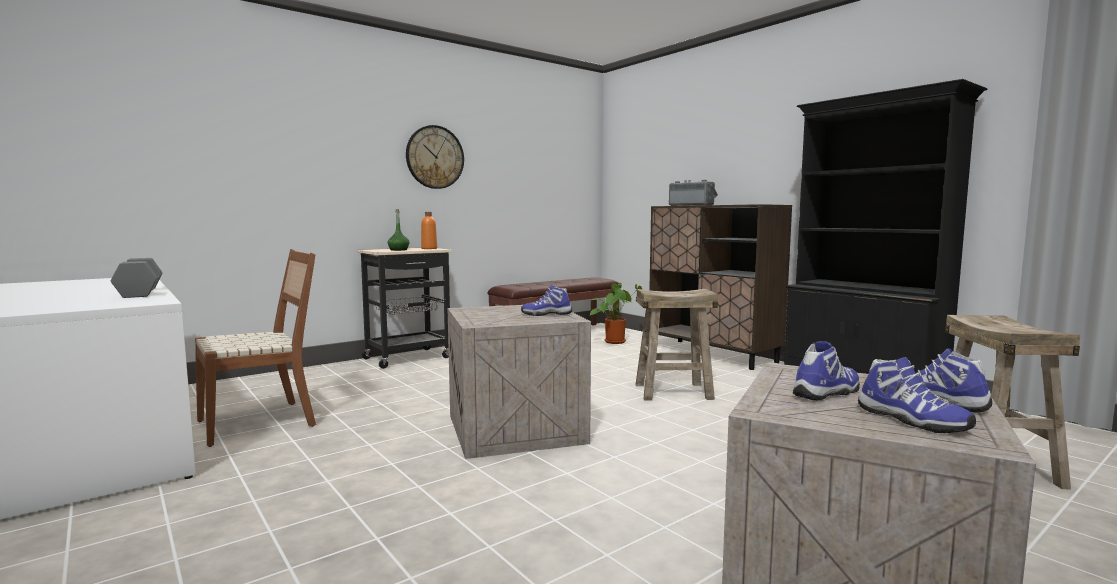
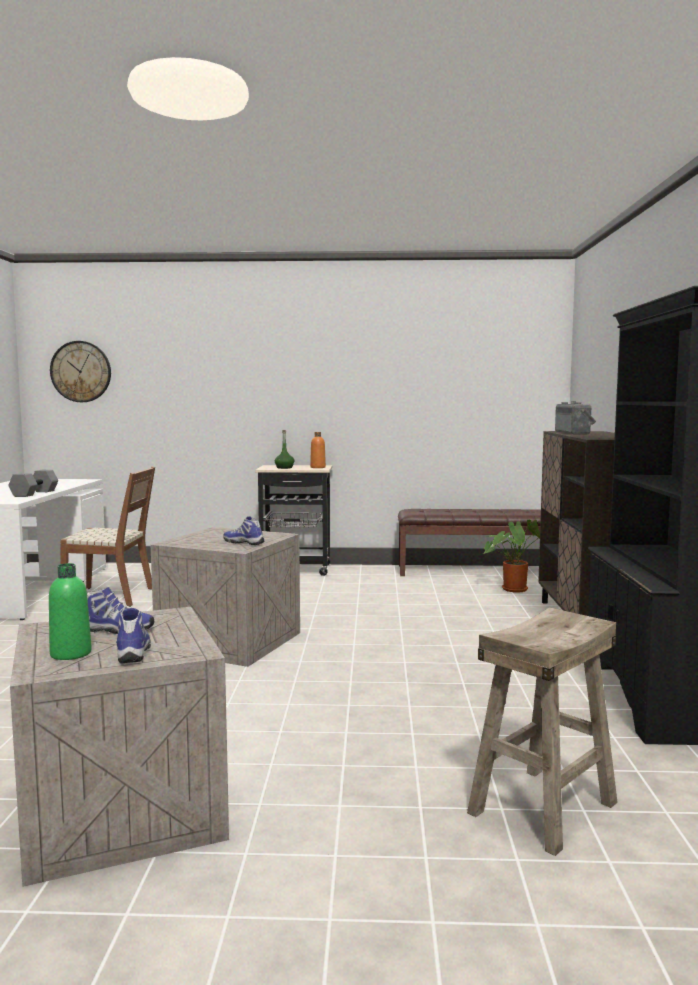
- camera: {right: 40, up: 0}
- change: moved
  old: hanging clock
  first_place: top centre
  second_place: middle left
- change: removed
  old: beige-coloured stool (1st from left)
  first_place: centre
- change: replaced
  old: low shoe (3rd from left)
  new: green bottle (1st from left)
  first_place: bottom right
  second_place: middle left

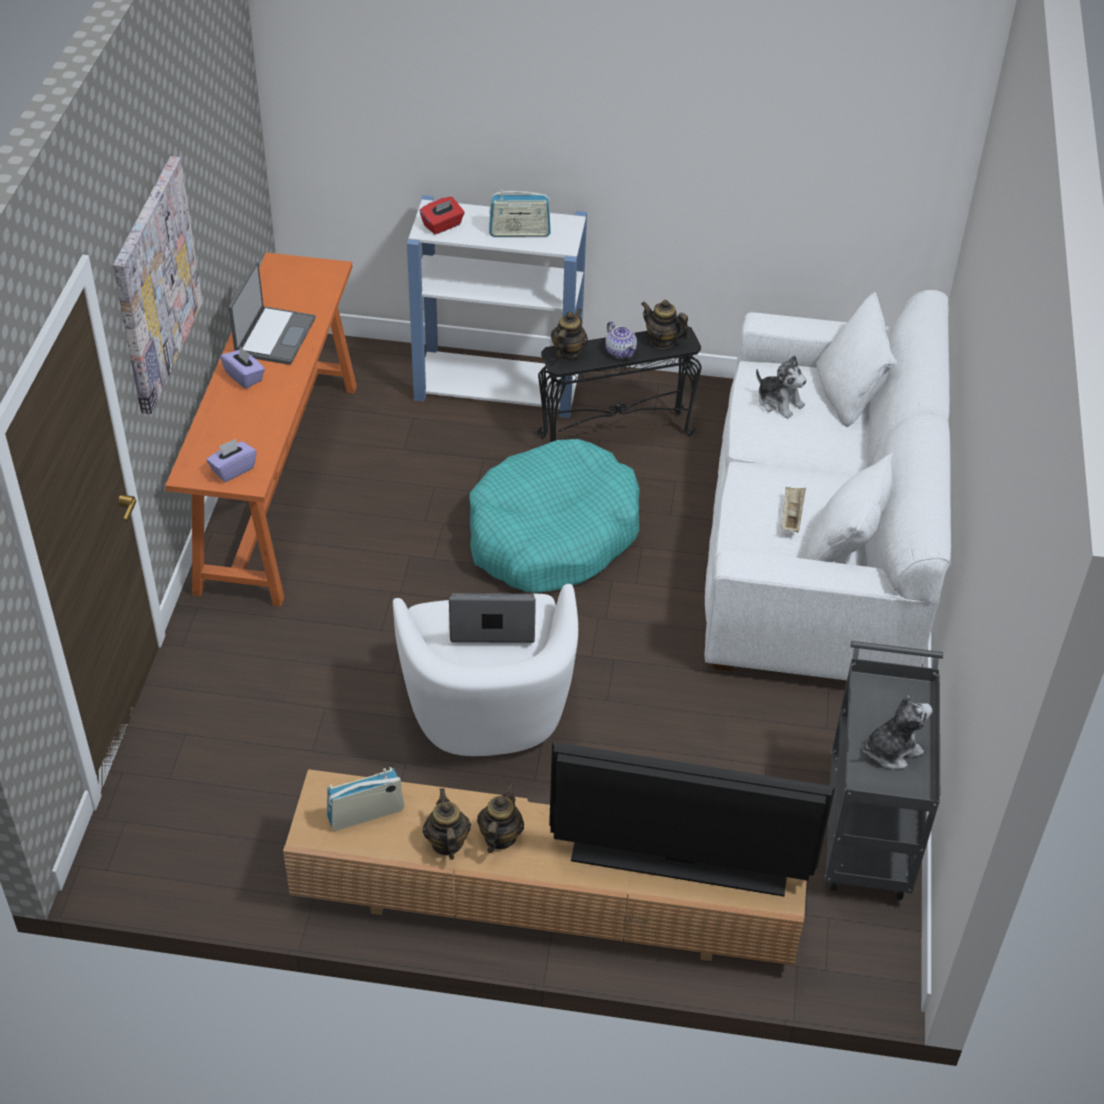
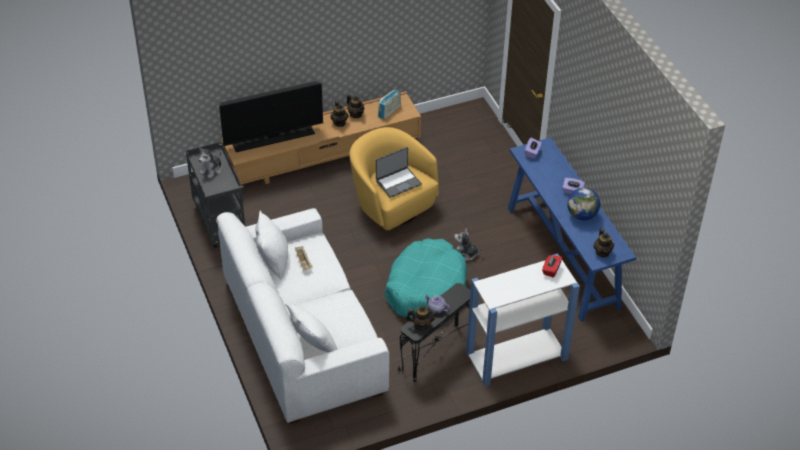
- camera: {right: 150, up: 0}
- change: removed
  old: picture
  first_place: top left
- change: removed
  old: radio receiver (2nd from left)
  first_place: top centre
- change: recoloured
  old: orange narrow table
  new: blue narrow table
  first_place: middle left
  second_place: middle right
- change: replaced
  old: notebook computer (1st from left)
  new: desk globe
  first_place: top left
  second_place: middle right
- change: moved
  old: pot for tea (3rd from left in the first image)
  new: pot for tea (5th from left)
  first_place: top centre
  second_place: middle right
- change: moved
  old: soft toy (1st from left in the first image)
  new: soft toy (2nd from left)
  first_place: middle right
  second_place: centre
- change: recoloured
  old: whitish easy chair
  new: yellowish easy chair
  first_place: centre
  second_place: centre

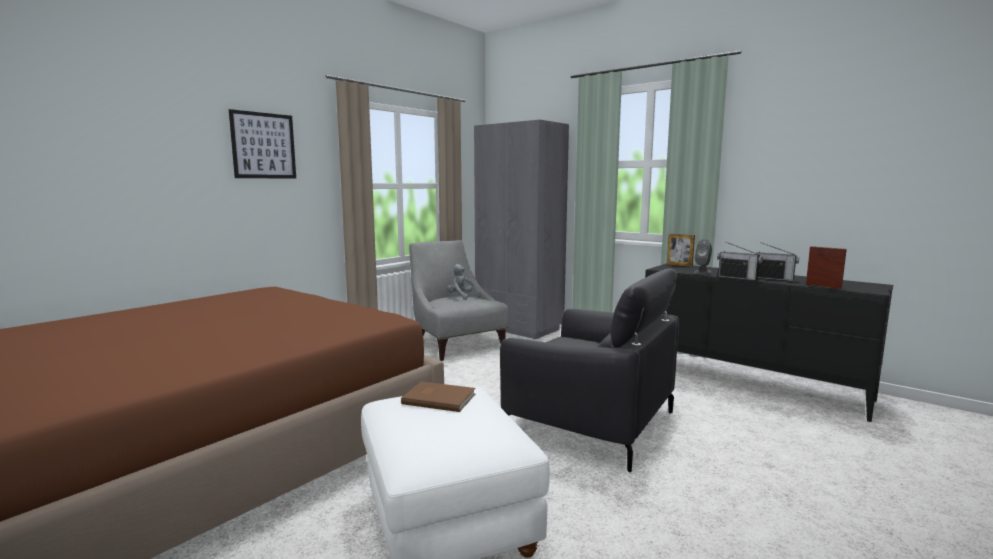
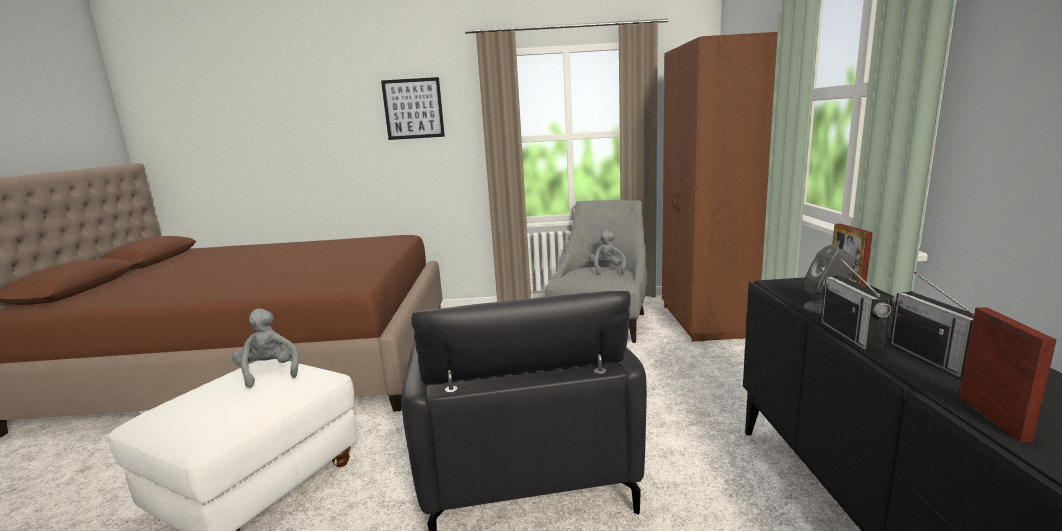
- camera: {right: 50, up: 5}
- change: recoloured
  old: greyish clothes cupboard
  new: brown-coloured clothes cupboard
  first_place: centre
  second_place: middle right
- change: replaced
  old: brown-coloured book
  new: greyish soft toy (1st from left)
  first_place: bottom centre
  second_place: middle left

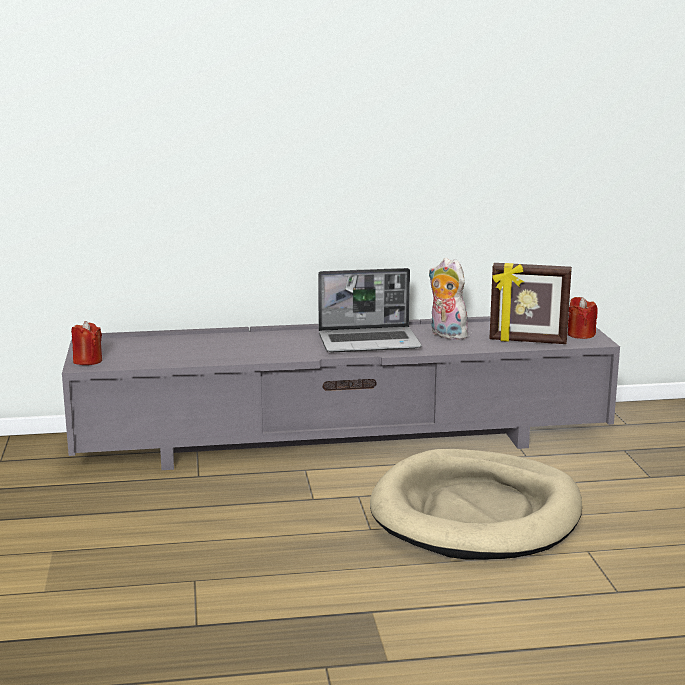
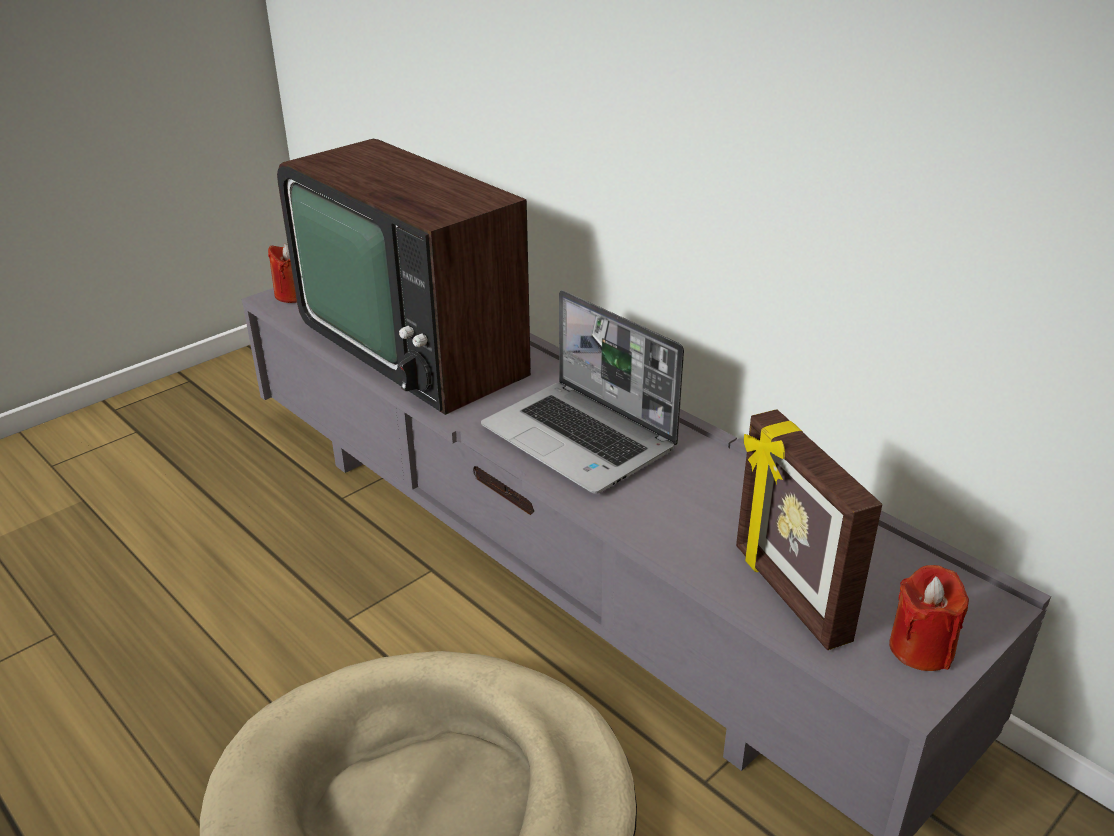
- camera: {right: 55, up: 15}
- change: removed
  old: soft toy
  first_place: centre
- change: added
  new: TV
  second_place: top centre

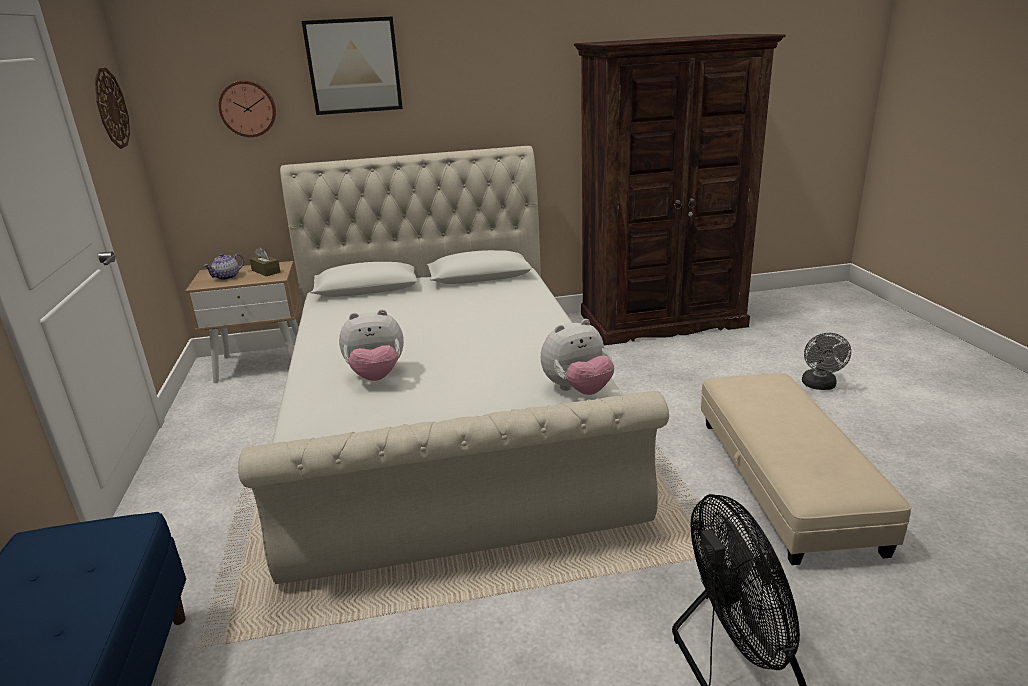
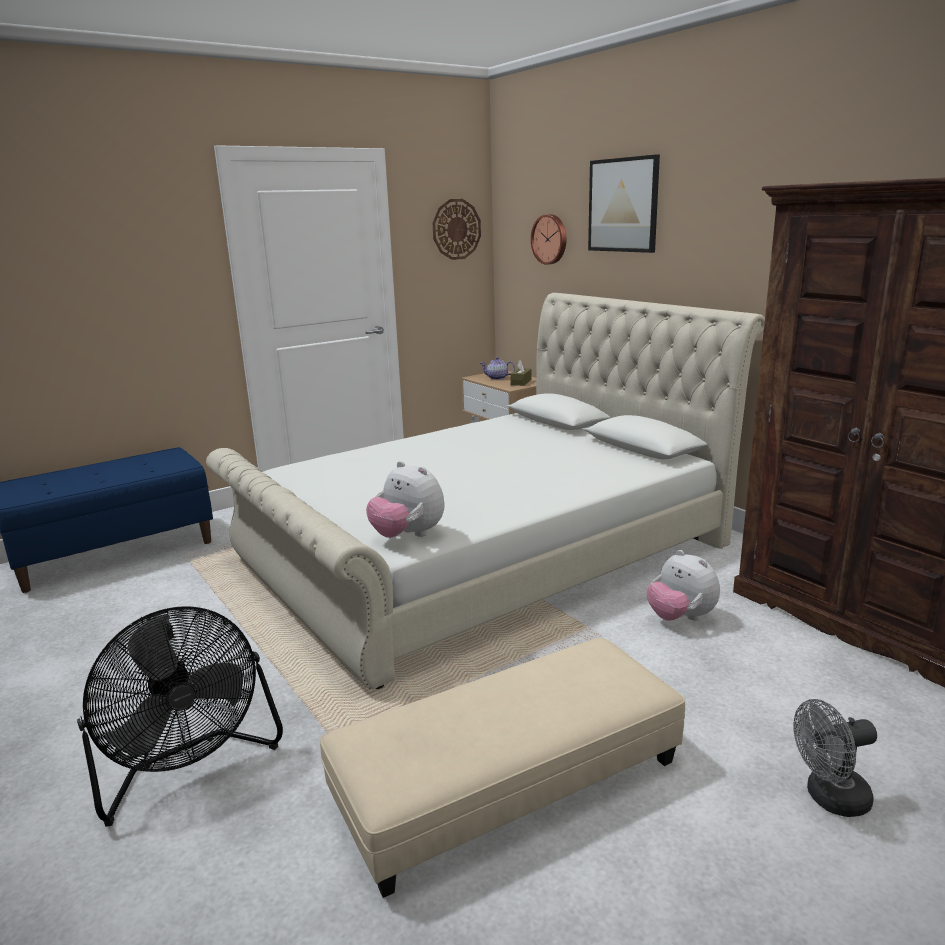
- camera: {right: 65, up: -5}
- change: moved
  old: soft toy (1st from left in the first image)
  new: soft toy (2nd from left)
  first_place: centre
  second_place: middle right

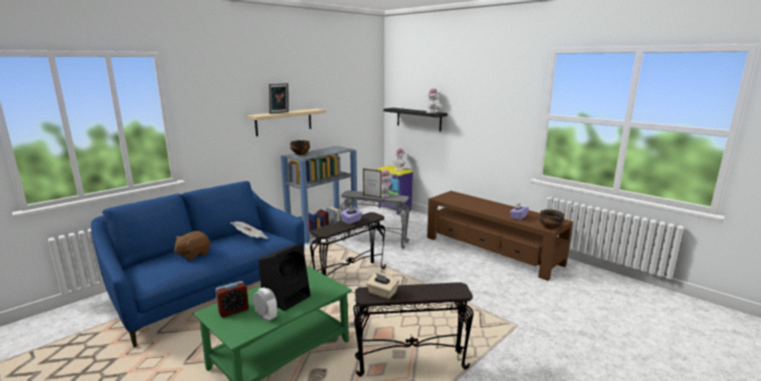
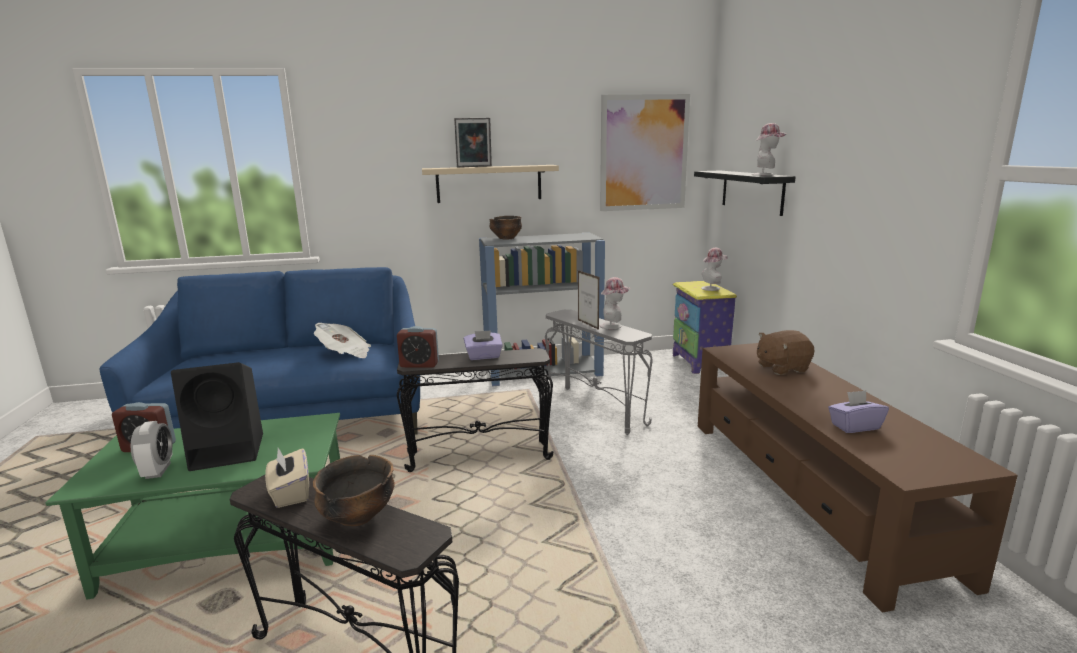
- camera: {right: 35, up: 0}
- change: moved
  old: deep dish (2nd from left in the first image)
  new: deep dish (1st from left)
  first_place: middle right
  second_place: bottom left
- change: moved
  old: brown-coloured soft toy
  first_place: middle left
  second_place: middle right
- change: added
  new: picture
  second_place: top centre
- change: added
  new: bedside clock (3rd from left)
  second_place: centre

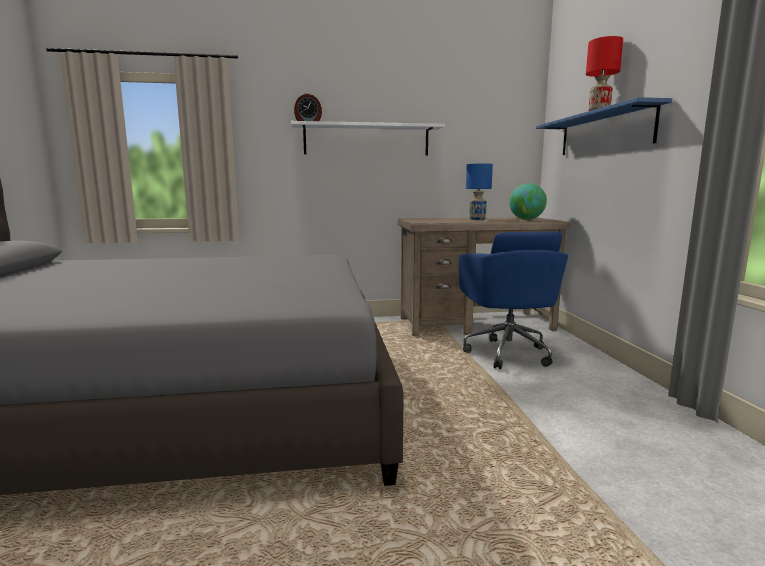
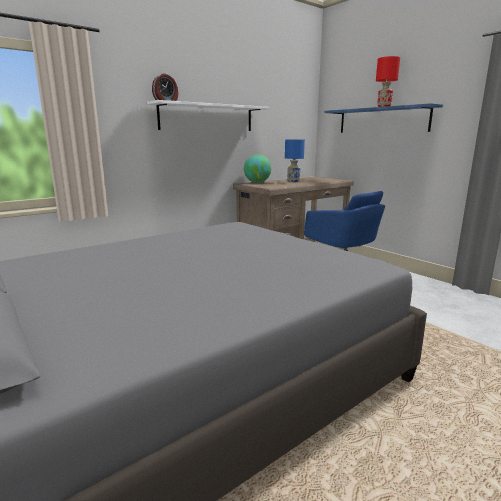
- camera: {right: -30, up: 5}
- change: moved
  old: desk globe
  first_place: middle right
  second_place: centre

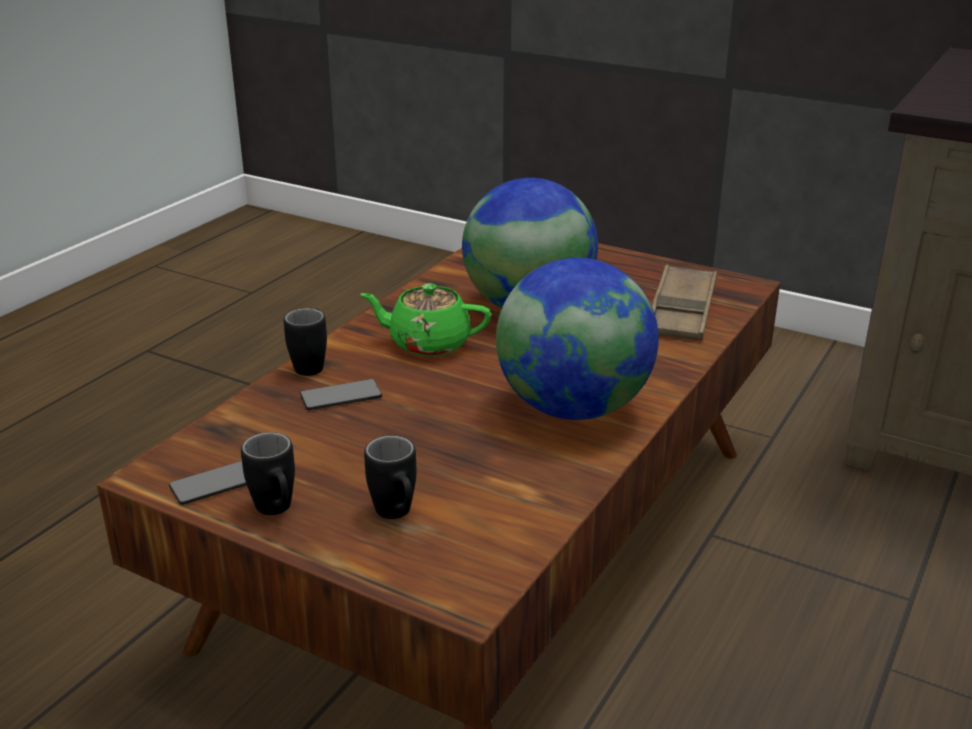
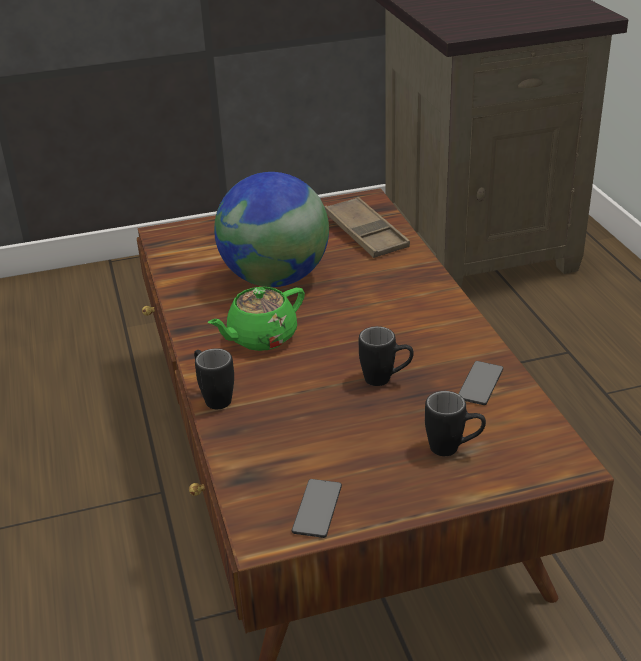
- camera: {right: -45, up: 5}
- change: removed
  old: desk globe (2nd from left)
  first_place: centre
- change: moved
  old: telephone (2nd from left)
  first_place: centre
  second_place: middle right
- change: moved
  old: black mug (1st from left in the first image)
  new: black mug (2nd from left)
  first_place: middle left
  second_place: centre

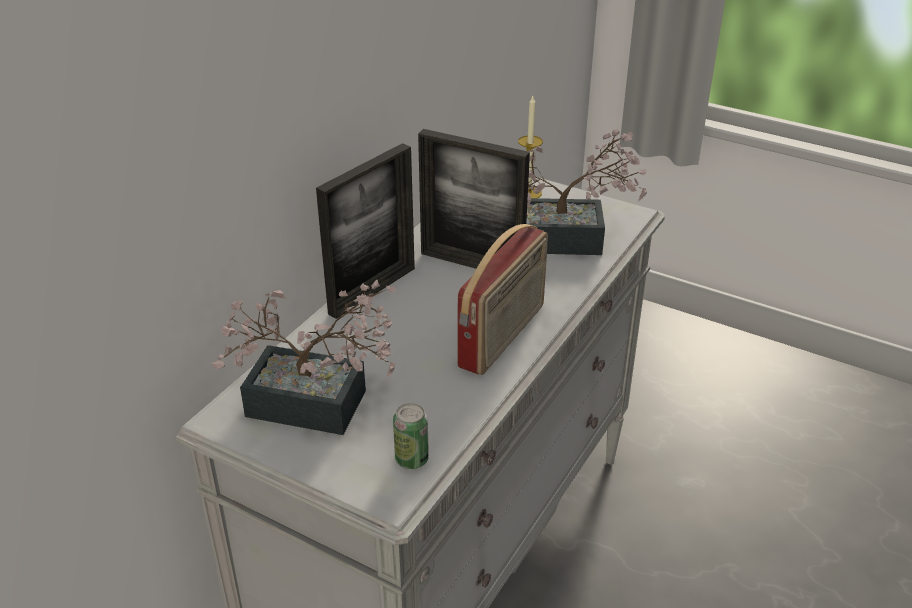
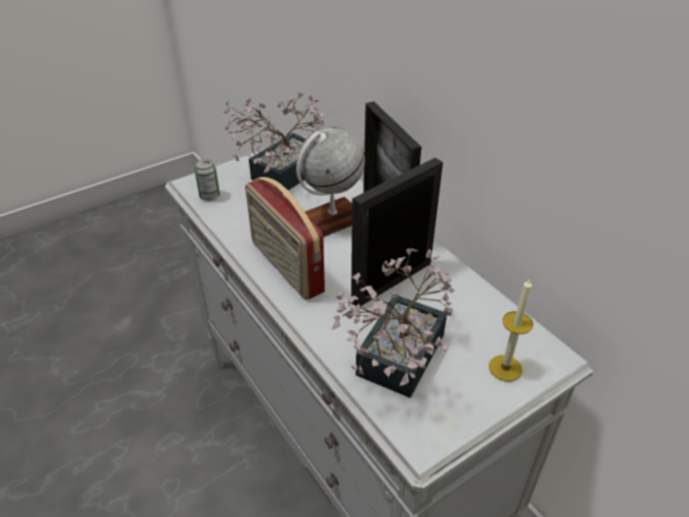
- camera: {right: 115, up: 5}
- change: added
  new: desk globe
  second_place: centre

